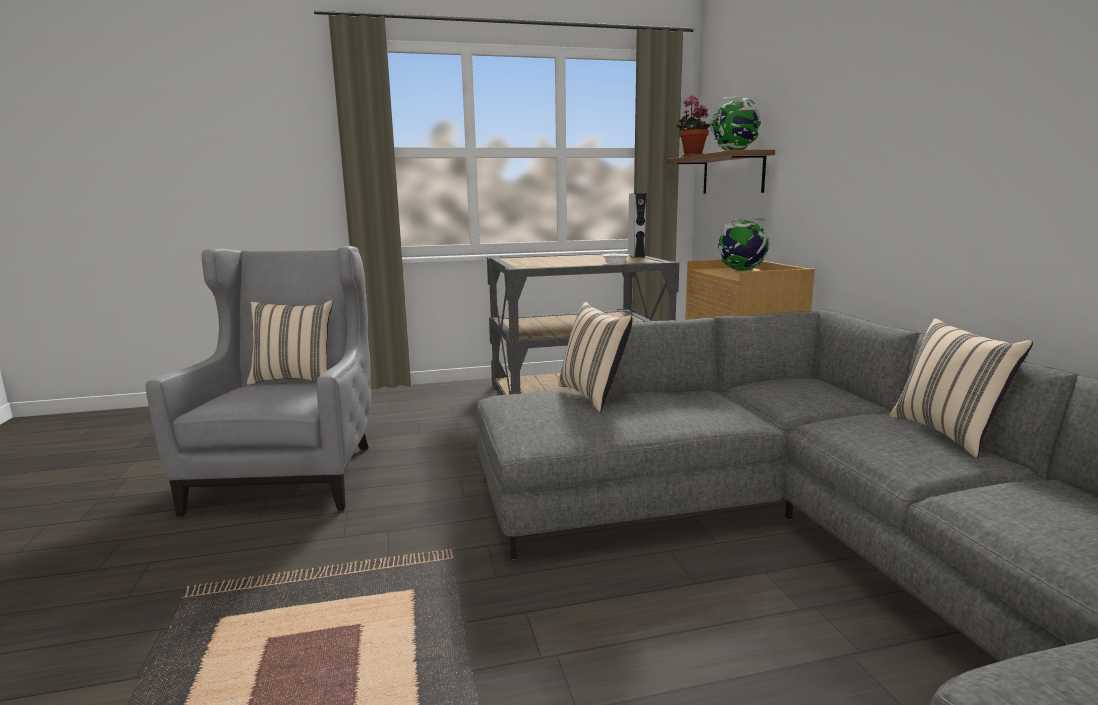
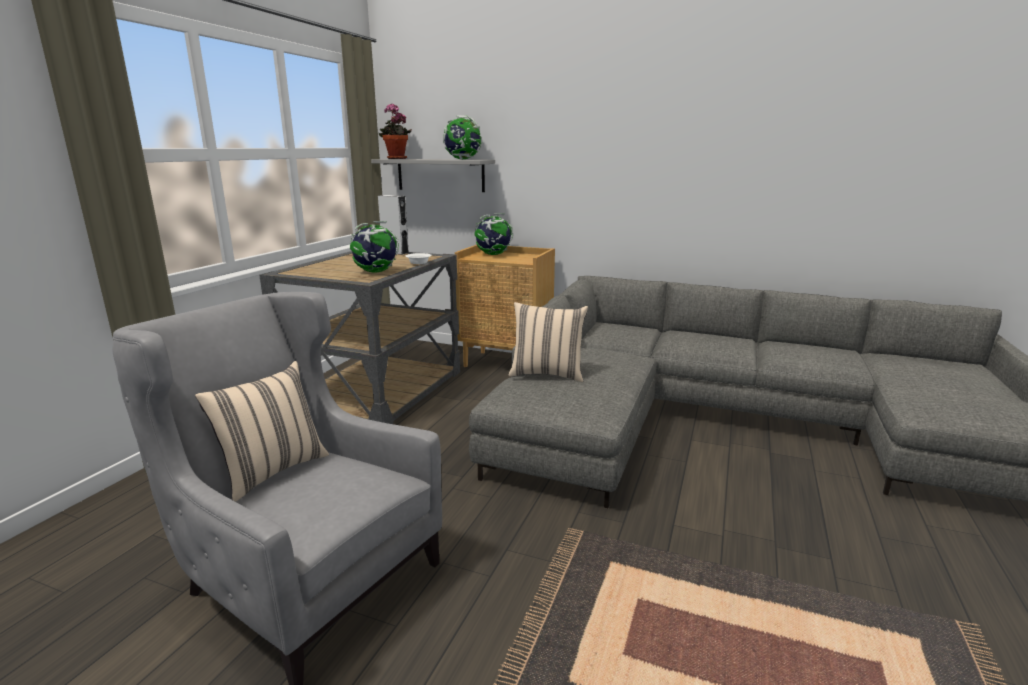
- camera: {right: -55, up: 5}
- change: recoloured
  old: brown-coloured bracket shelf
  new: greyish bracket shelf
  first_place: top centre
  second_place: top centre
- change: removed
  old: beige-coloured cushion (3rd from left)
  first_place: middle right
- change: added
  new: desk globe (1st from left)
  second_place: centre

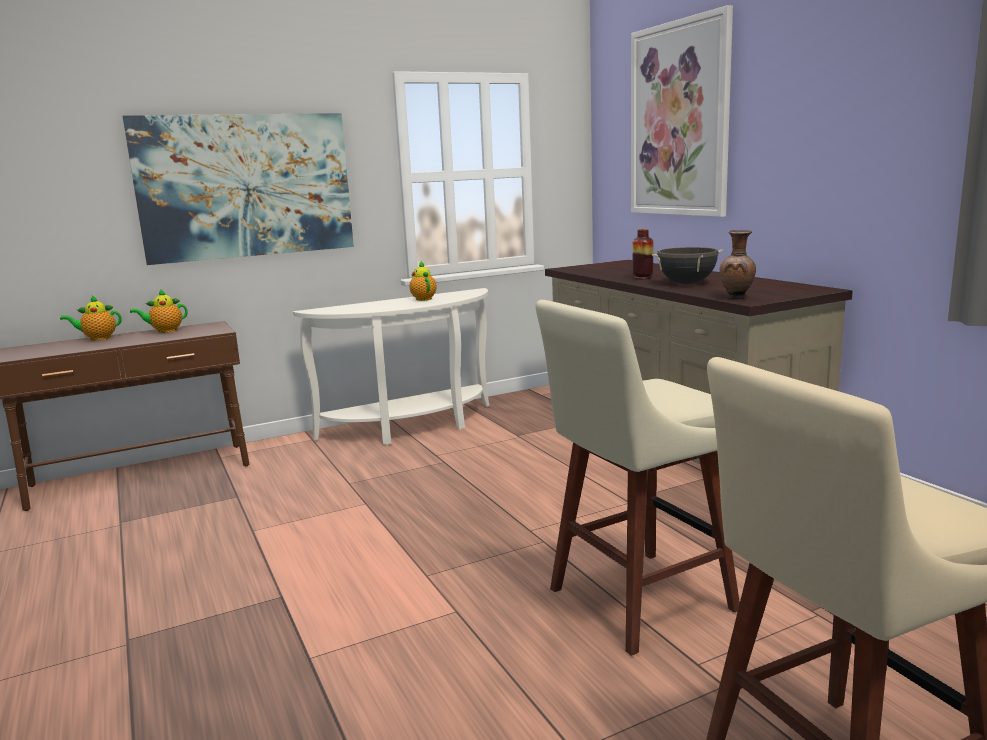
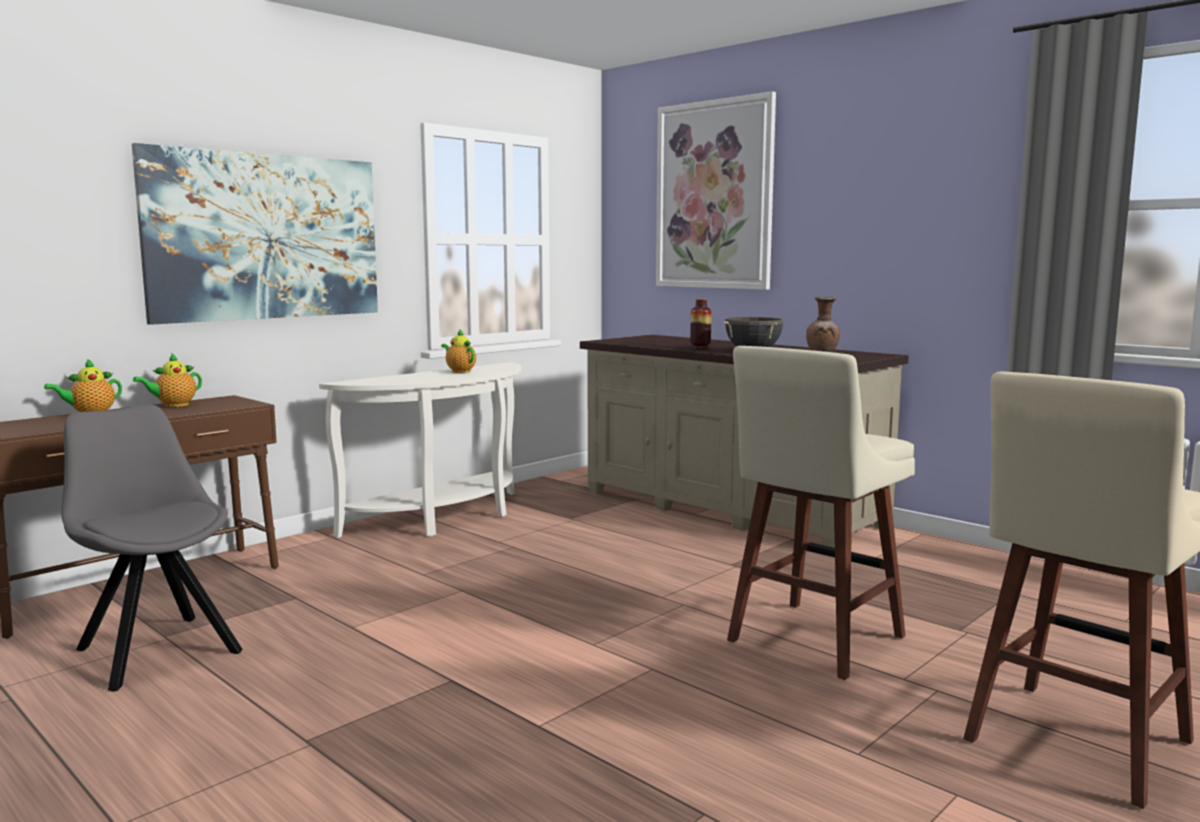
- camera: {right: -20, up: -5}
- change: added
  new: greyish plain chair
  second_place: bottom left

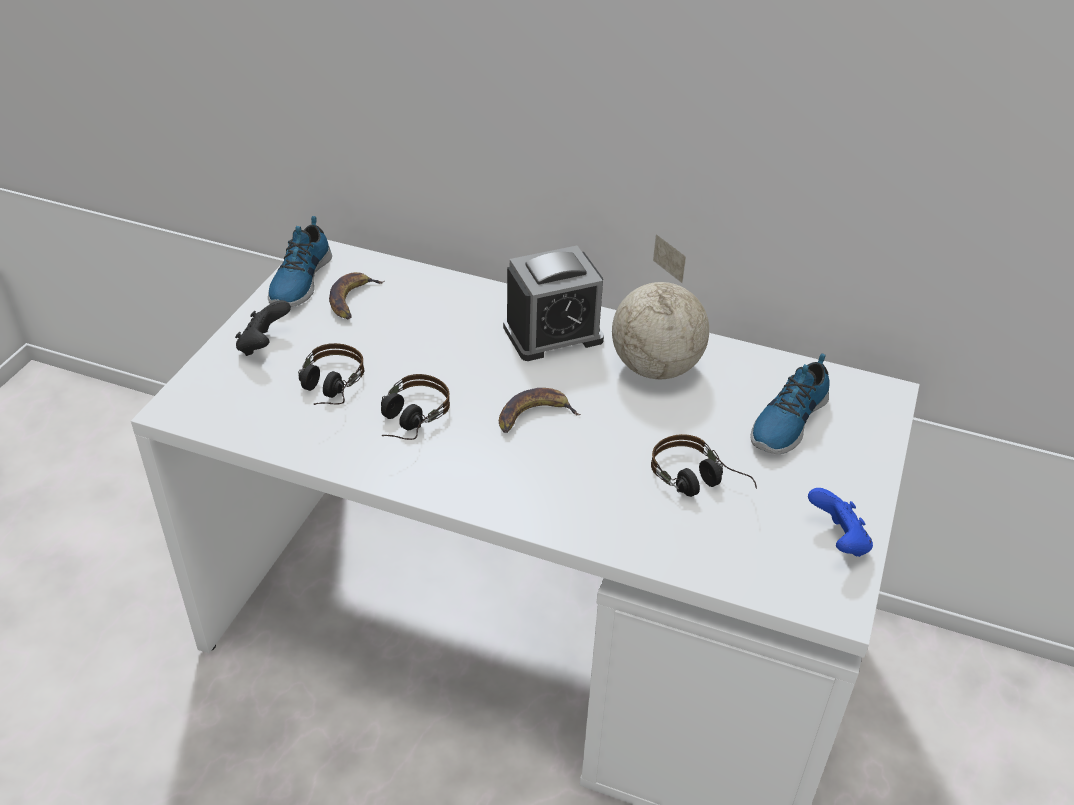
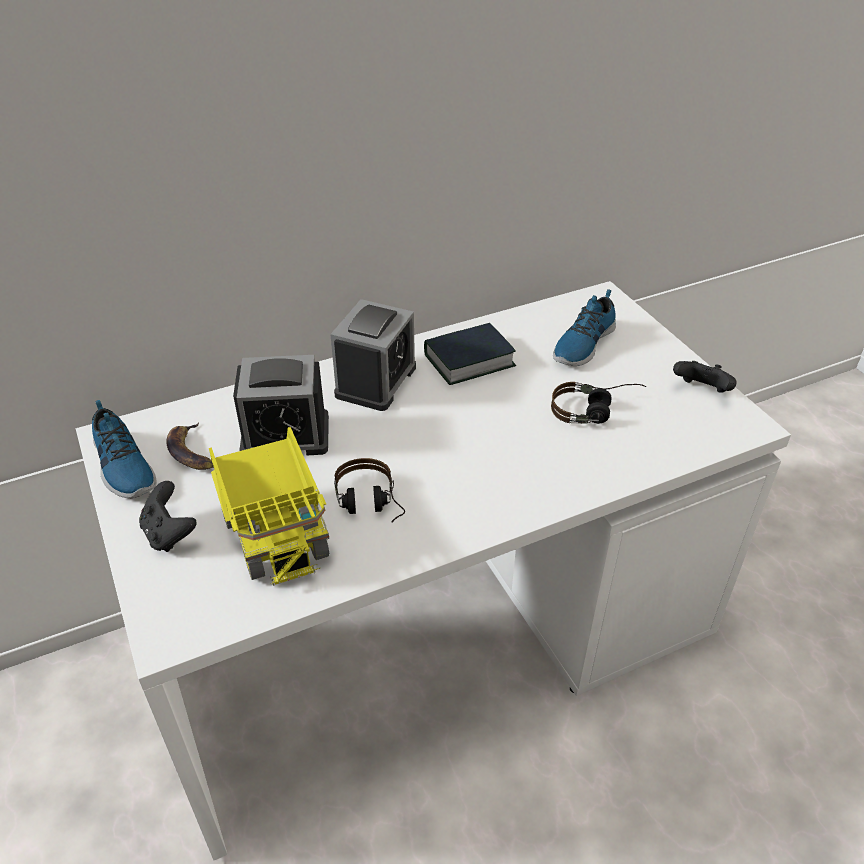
- camera: {right: -45, up: 0}
- change: replaced
  old: desk globe
  new: book
  first_place: centre
  second_place: centre
- change: replaced
  old: pair of headphones (1st from left)
  new: toy lorry
  first_place: middle left
  second_place: middle left
- change: turned
  old: low shoe (2nd from left)
  first_place: middle right
  second_place: middle right
  degrees: 45
- change: removed
  old: banana (2nd from left)
  first_place: centre
- change: recoloured
  old: blue joypad
  new: black joypad (2nd from left)
  first_place: middle right
  second_place: middle right
- change: added
  new: bedside clock (1st from left)
  second_place: middle left

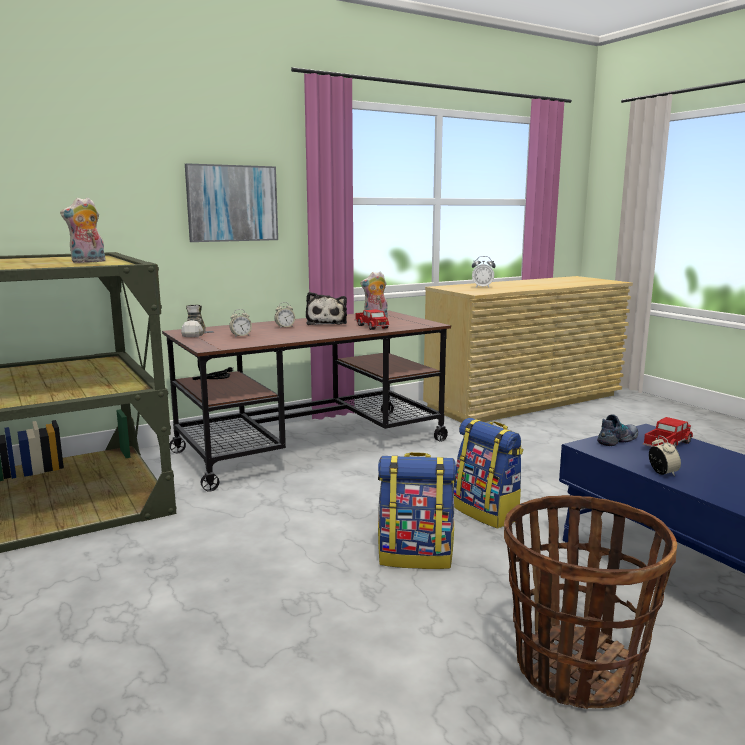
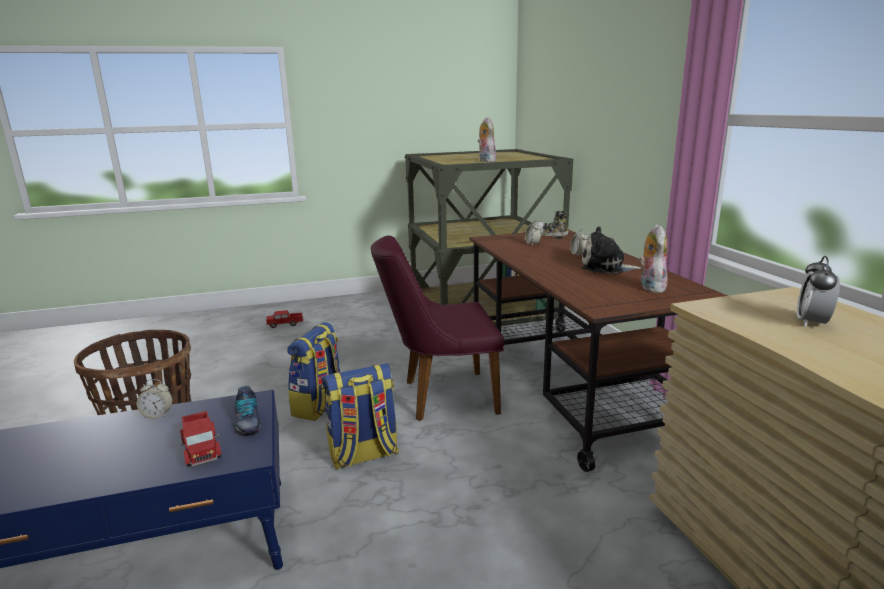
- camera: {right: 105, up: 5}
- change: removed
  old: picture
  first_place: top left
- change: moved
  old: toy lorry (1st from left in the first image)
  new: toy lorry (2nd from left)
  first_place: centre
  second_place: middle left
- change: added
  new: purple plain chair
  second_place: centre

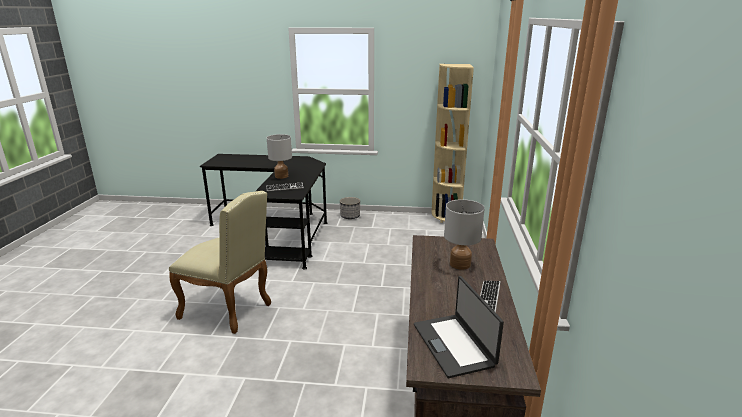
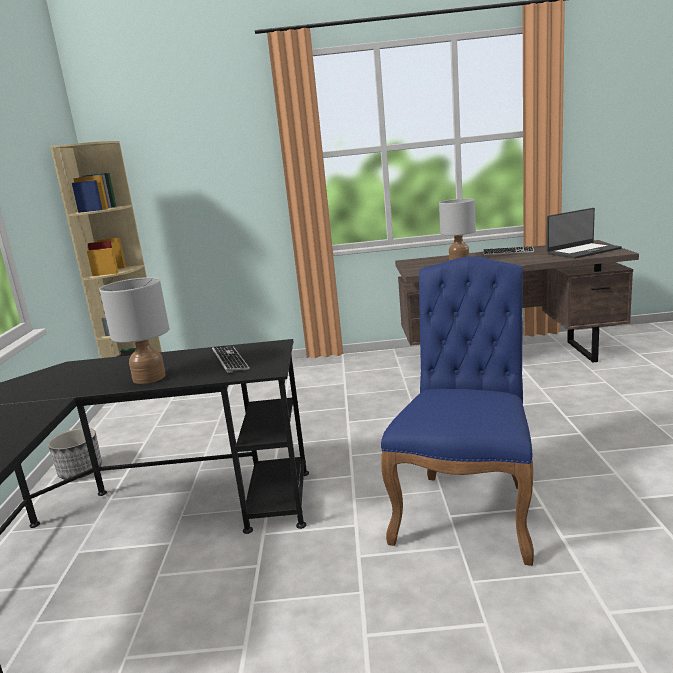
- camera: {right: -95, up: -5}
- change: recoloured
  old: beige-coloured plain chair
  new: blue plain chair
  first_place: middle left
  second_place: middle right

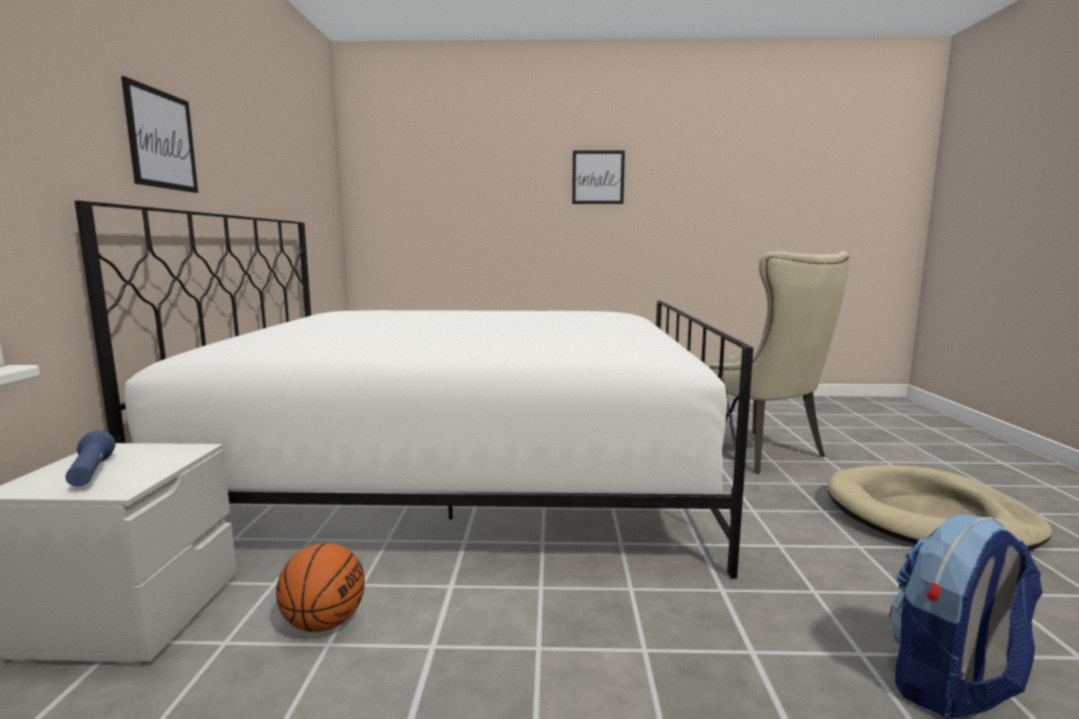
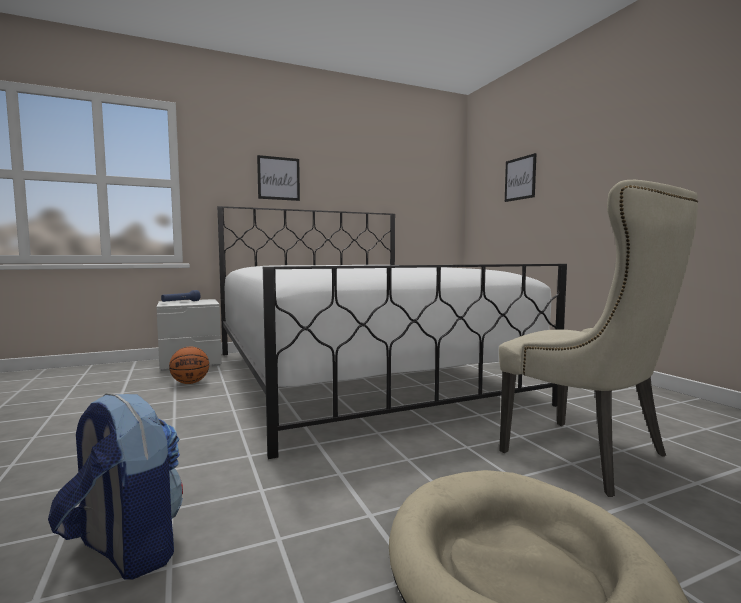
- camera: {right: 65, up: -5}
- change: moved
  old: picture (2nd from left)
  first_place: top centre
  second_place: top right
- change: turned
  old: beige-coloured plain chair
  first_place: middle right
  second_place: middle right
  degrees: -75

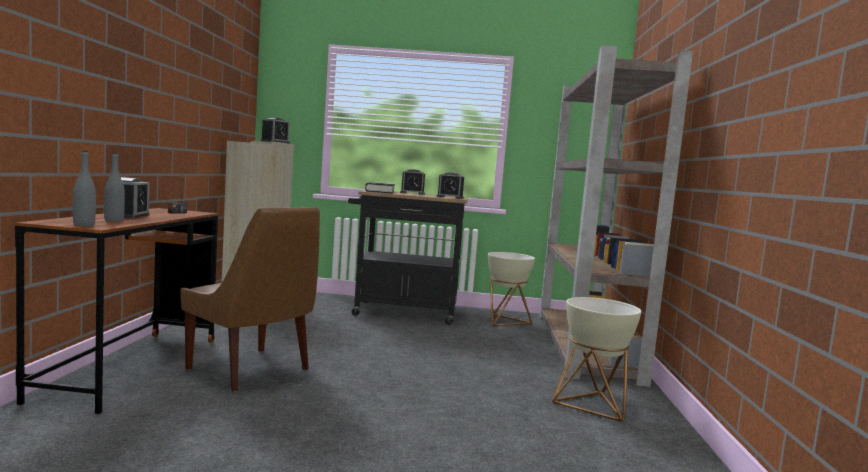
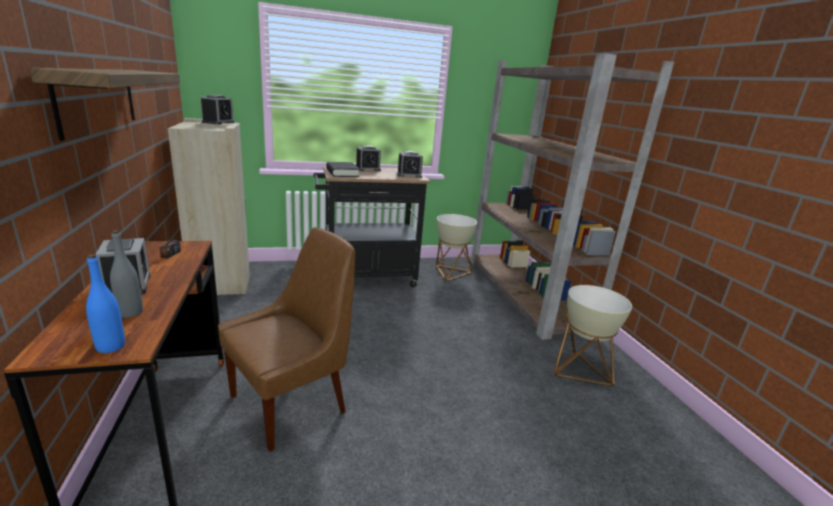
- camera: {right: -20, up: 15}
- change: recoloured
  old: greyish bottle (1st from left)
  new: blue bottle
  first_place: middle left
  second_place: middle left
- change: turned
  old: brown-coloured plain chair
  first_place: middle left
  second_place: bottom centre
  degrees: -60
- change: added
  new: bracket shelf
  second_place: top left

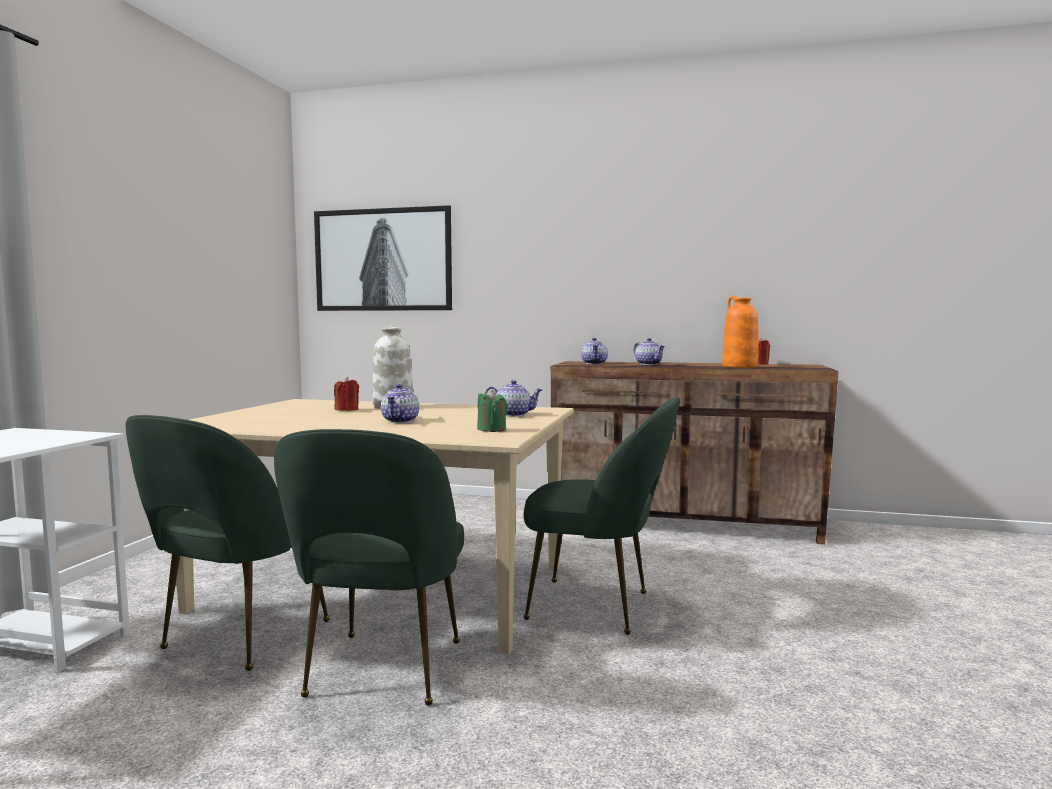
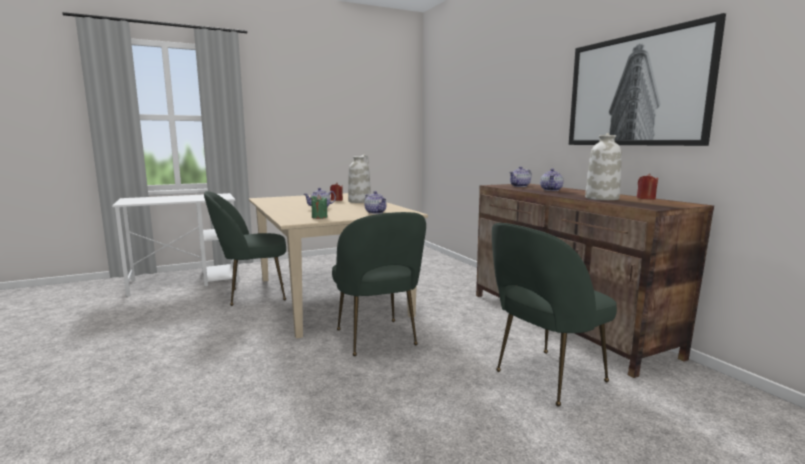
- camera: {right: 50, up: 5}
- change: moved
  old: picture
  first_place: top centre
  second_place: top right
- change: recoloured
  old: orange vase
  new: whitish vase (2nd from left)
  first_place: middle right
  second_place: middle right
- change: moved
  old: green plain chair (2nd from left in the first image)
  new: green plain chair (3rd from left)
  first_place: bottom centre
  second_place: bottom right

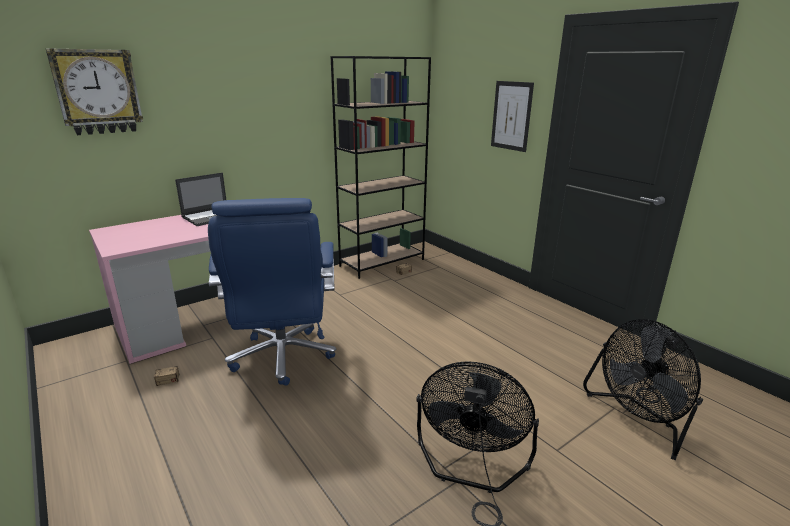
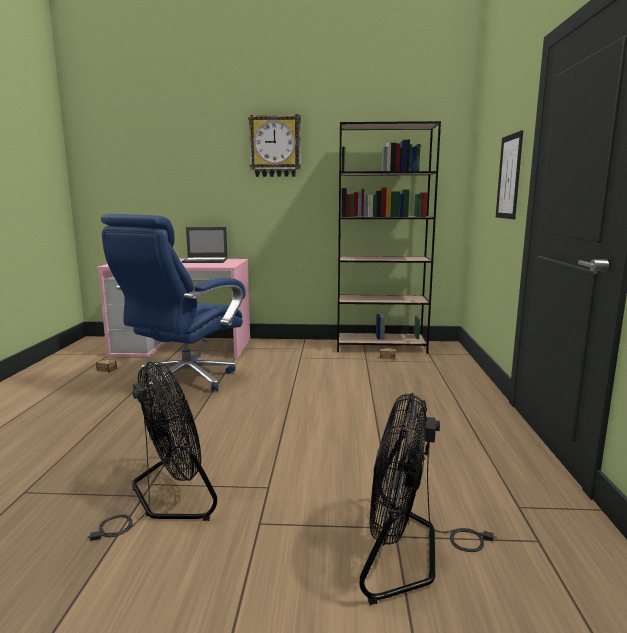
- camera: {right: 40, up: -10}
- change: moved
  old: hanging clock
  first_place: top left
  second_place: top centre

